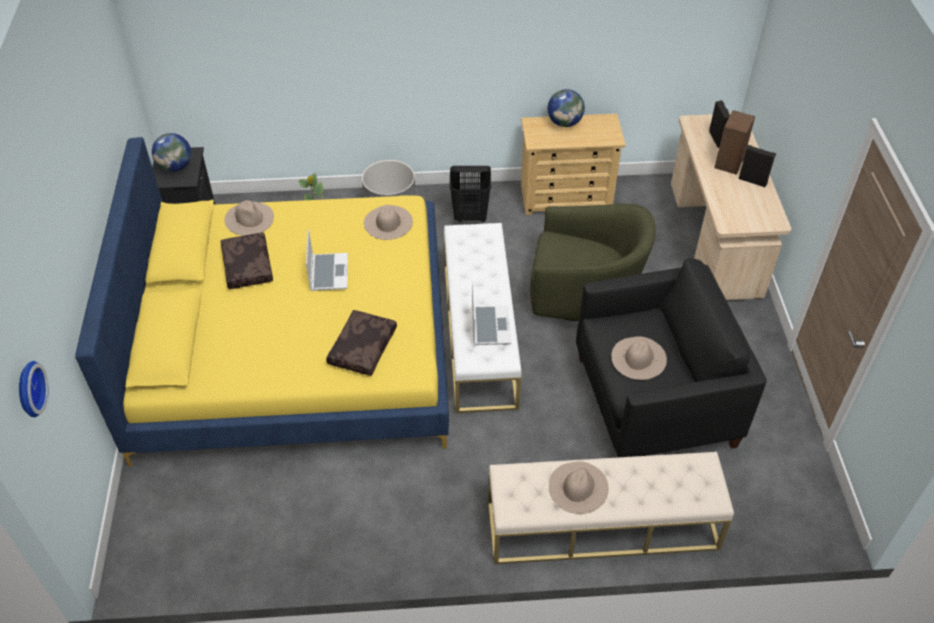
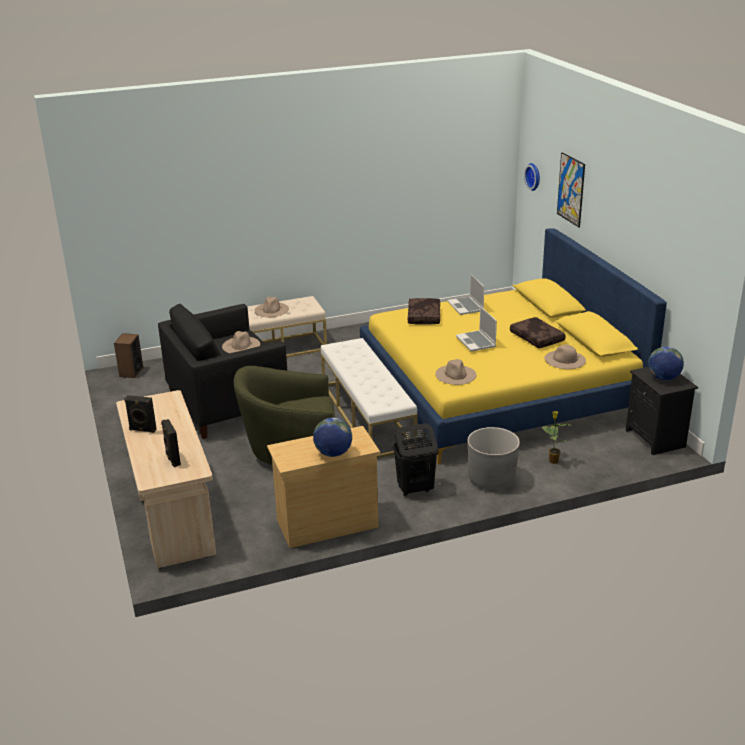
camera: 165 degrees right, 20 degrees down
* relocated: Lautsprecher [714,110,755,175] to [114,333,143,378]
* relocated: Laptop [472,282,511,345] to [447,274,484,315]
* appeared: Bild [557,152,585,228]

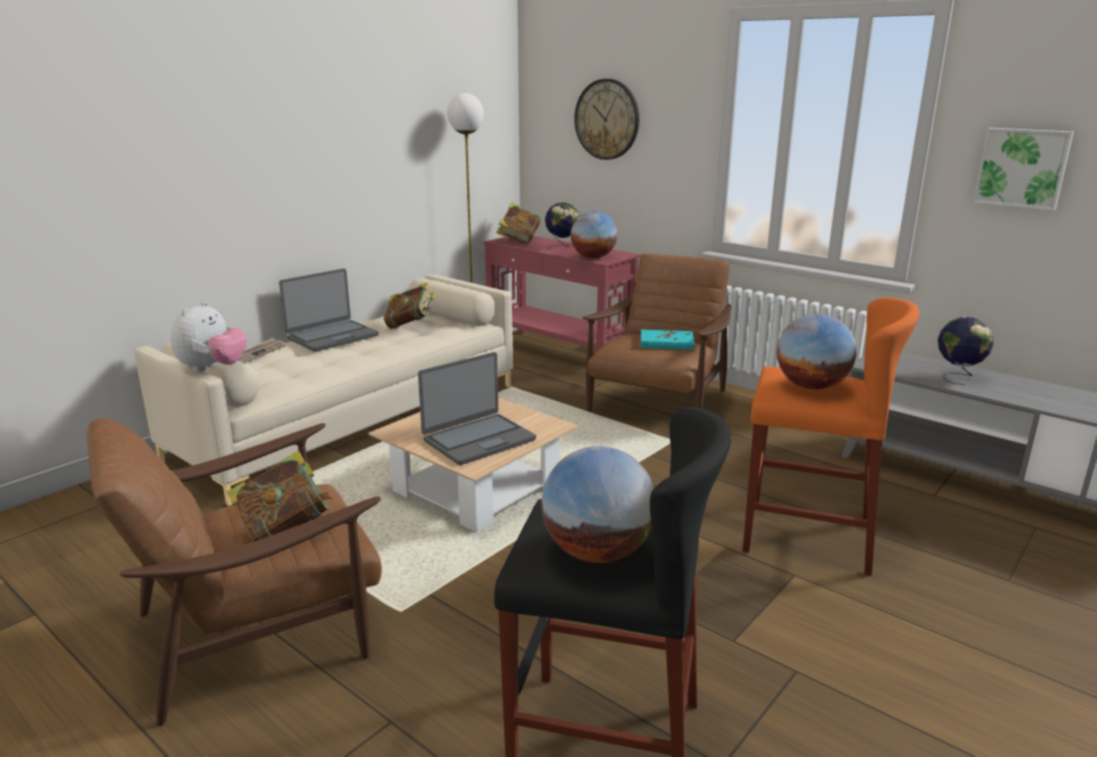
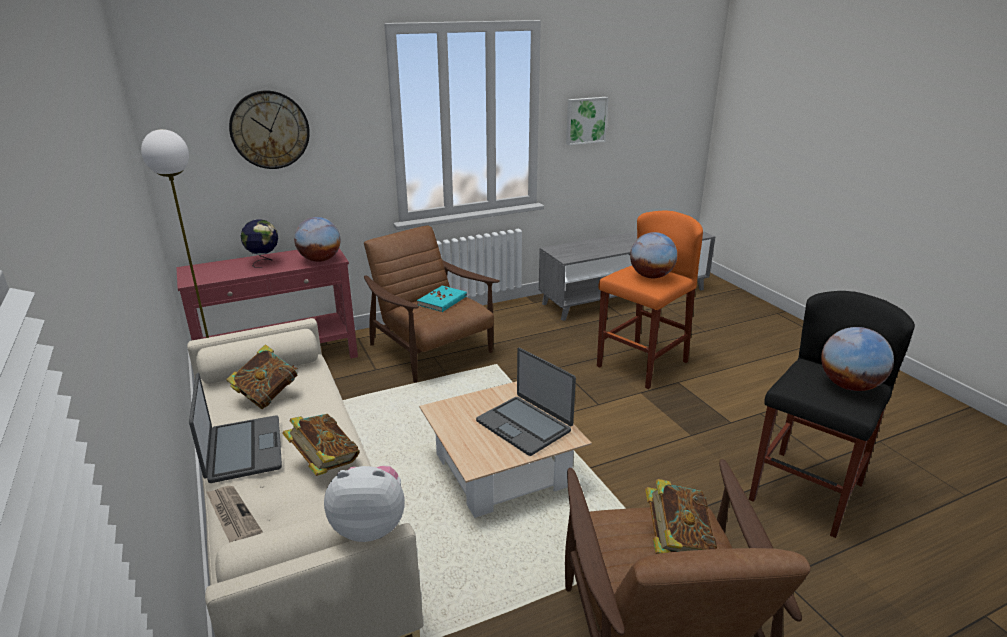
camera: 65 degrees left, 5 degrees up
* relocated: Buch [496,202,540,244] to [282,414,360,476]
* spun: Plüschtier [170,301,247,372] = [324,466,405,542] 45 degrees counterclockwise
* missing: Globus [938,317,993,385]
* spun: Laptop [418,352,536,465] = [476,348,576,456] 150 degrees clockwise

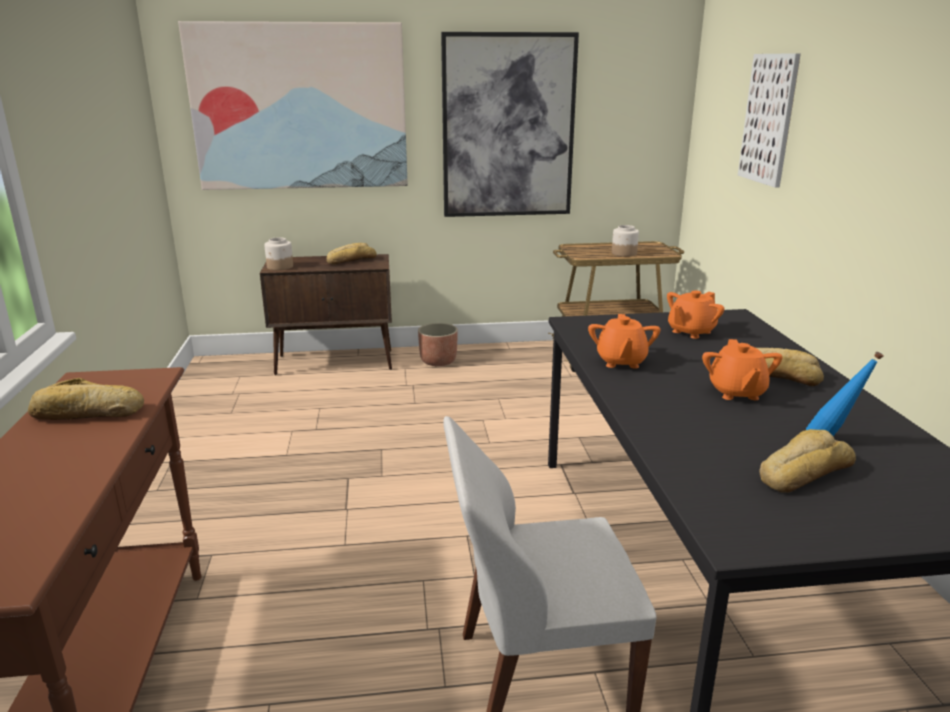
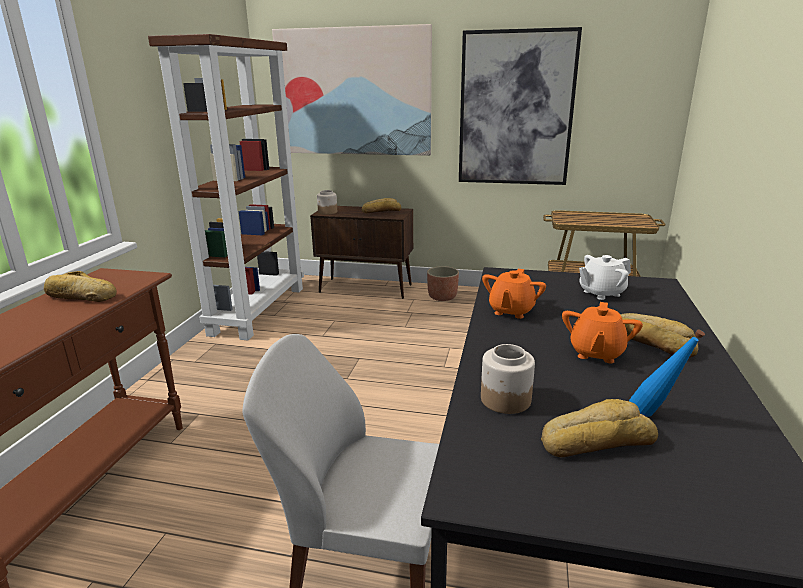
camera: 20 degrees right, 0 degrees up
* missing: Bild [738,53,801,188]
* relocated: Vorratsglas [612,225,639,257] to [481,344,535,414]
* colour: Teekanne/orange [667,290,724,339] to Teekanne/weiß [579,255,631,300]
* appeared: Bücherregal/braun [148,34,304,340]

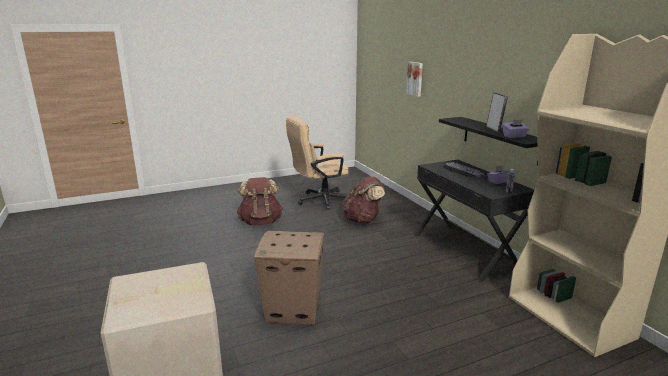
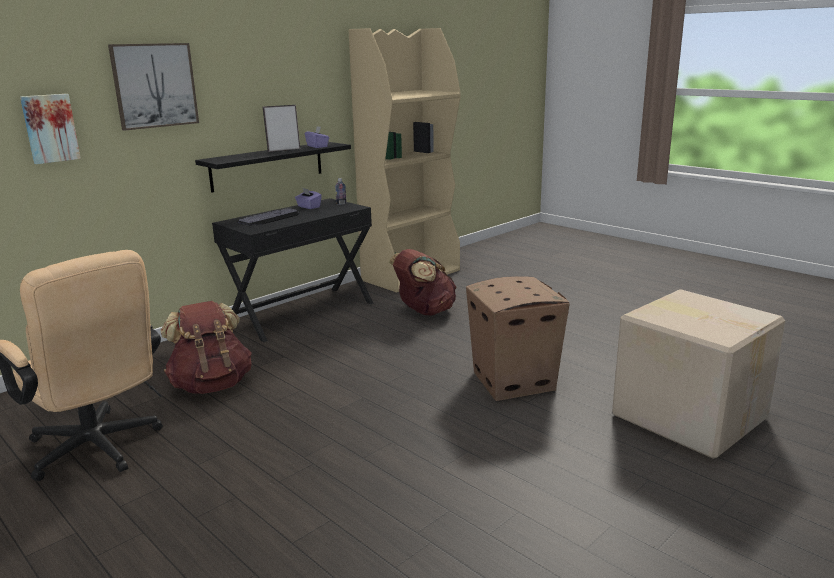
camera: 110 degrees left, 0 degrees up
* relocated: Rucksack/braun [237,177,283,225] to [389,249,457,315]
* appeared: Bild [108,43,199,131]

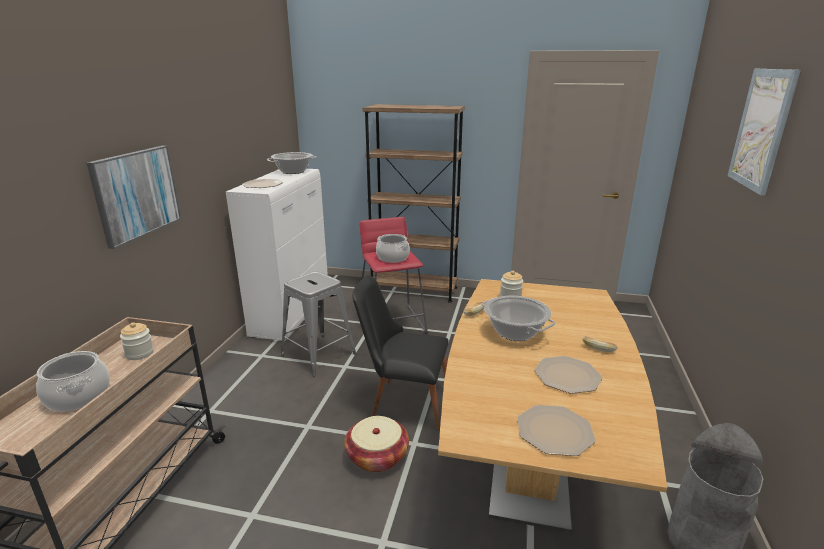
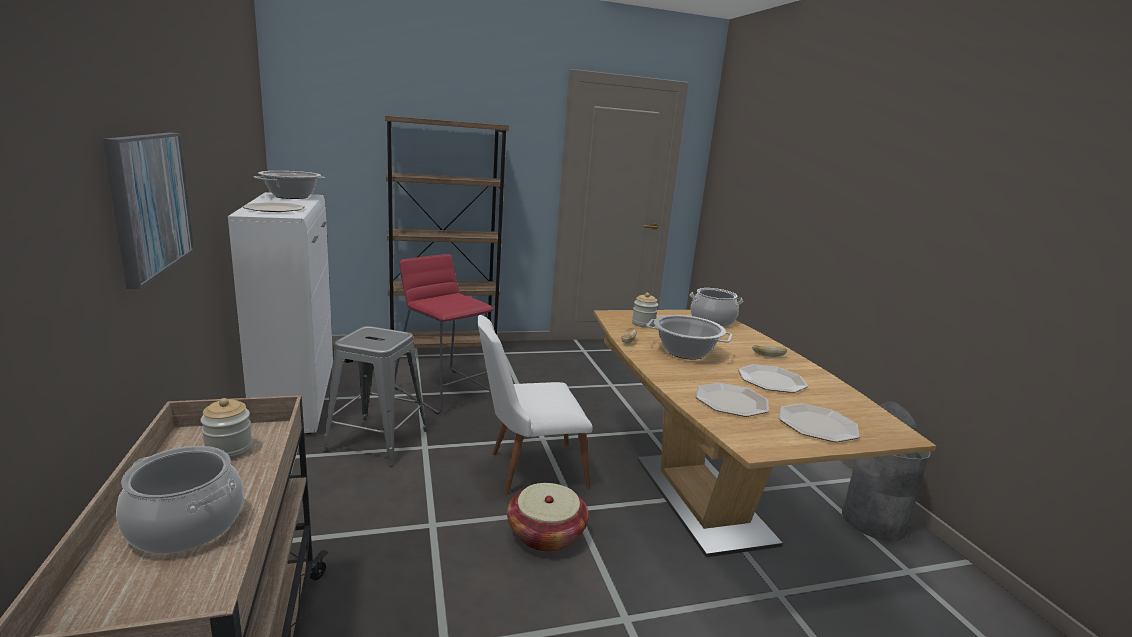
camera: 30 degrees left, 5 degrees down
* missing: Bild [728,69,801,196]
* relocated: Kochtopf [376,234,410,263] to [690,288,743,326]
* colour: Stuhl/schwarz [352,275,449,430] to Stuhl/weiß [478,315,593,495]
* appeared: Teller [696,383,769,417]

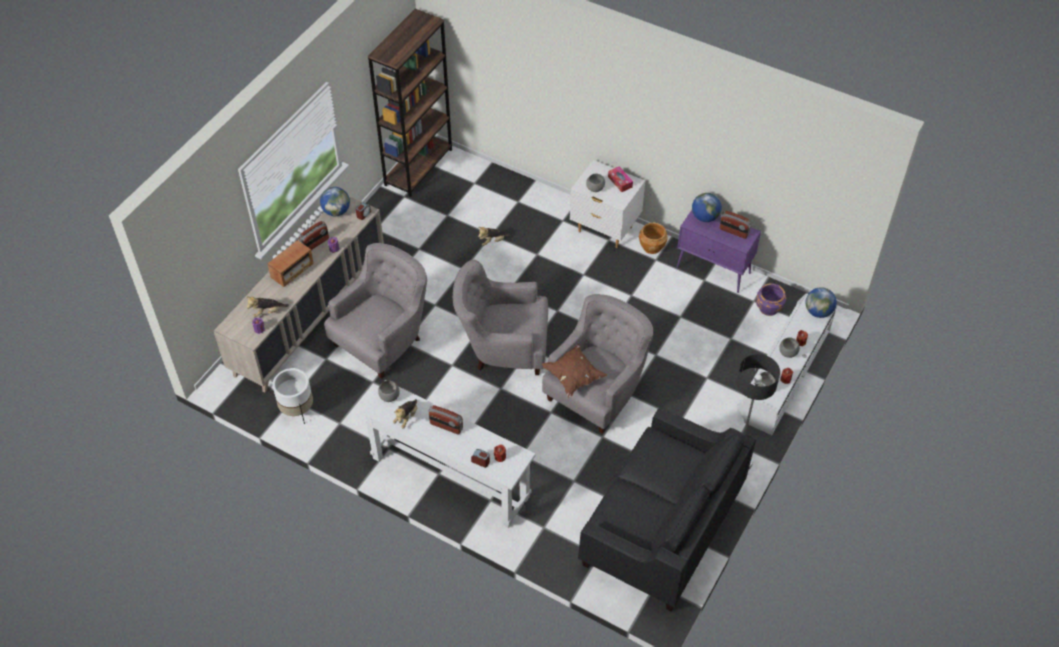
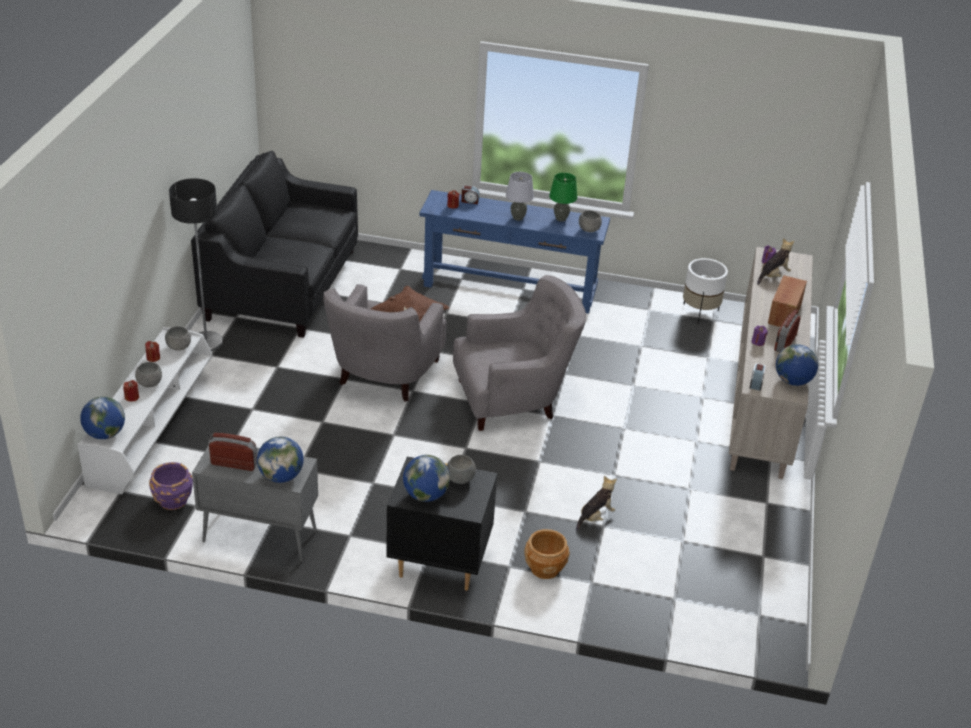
camera: 160 degrees right, 15 degrees down
* missing: Bücherregal/braun [368,9,452,197]
* colour: Nachttisch/weiß [570,160,645,248] to Nachttisch/schwarz [386,456,497,591]
* exchanged: Taschentuchbox [608,166,633,192] to Globus [403,455,450,502]
* colour: Schrank/lila [677,210,761,293] to Schrank/grau [192,445,318,562]
* relocated: Pflanzkübel/braun [639,223,668,254] to [524,529,570,579]
* missing: Sessel/grau [324,243,427,379]
* colour: Konsolentisch/weiß [360,380,536,528] to Konsolentisch/blau [420,190,610,314]
* exchanged: Plüschtier [393,399,417,429] to Tischlampe/grün [549,173,577,222]
* exchanged: Radio [429,405,463,435] to Tischlampe/grau [506,172,534,221]

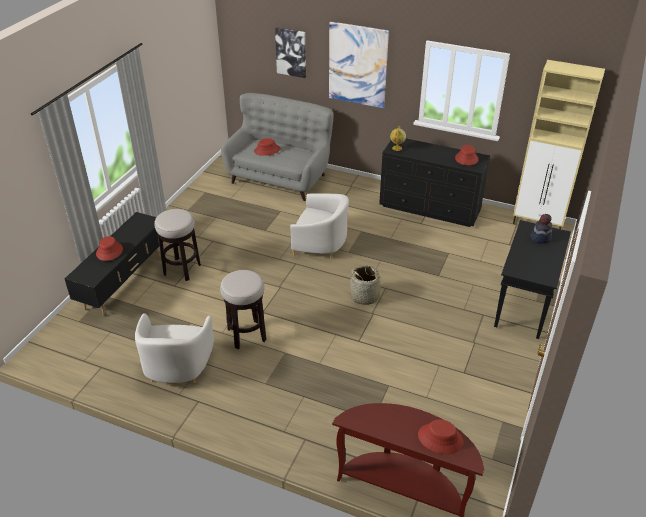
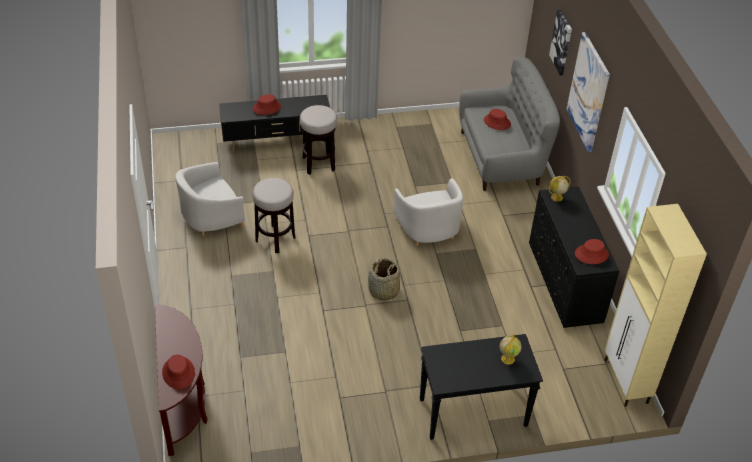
camera: 55 degrees right, 5 degrees up
* exchanged: Hut [530,214,552,244] to Globus [500,334,521,365]

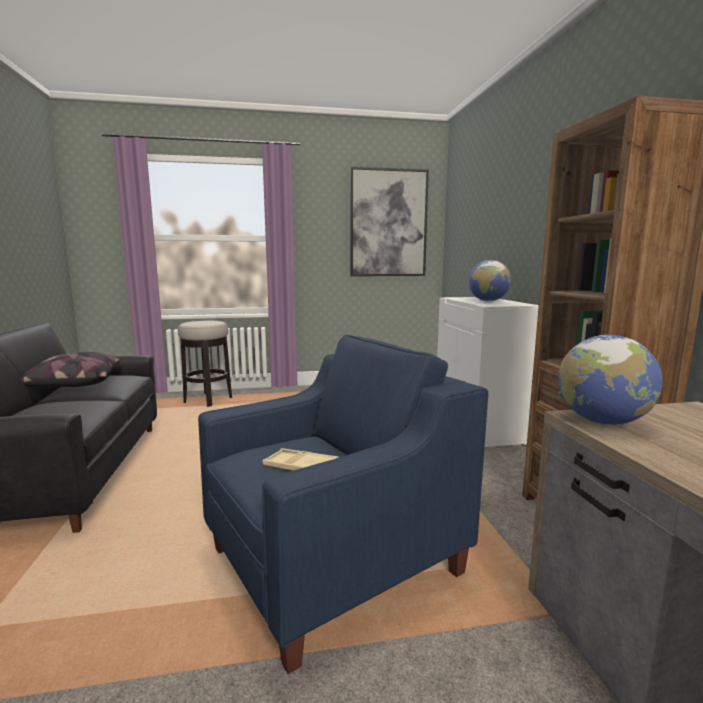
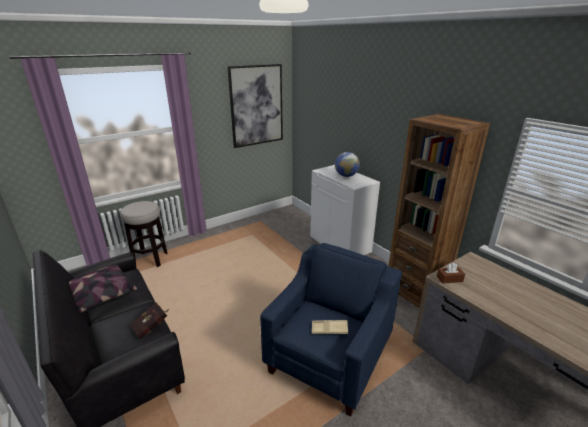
camera: 25 degrees left, 15 degrees up
* exchanged: Globus [559,335,663,425] to Taschentuchbox/braun [437,263,465,284]
* appeared: Buch/rot [130,303,170,339]

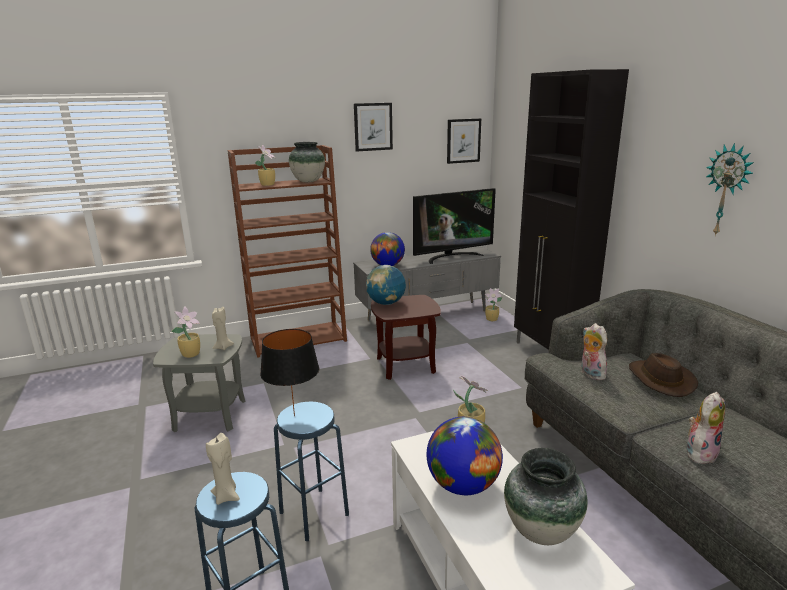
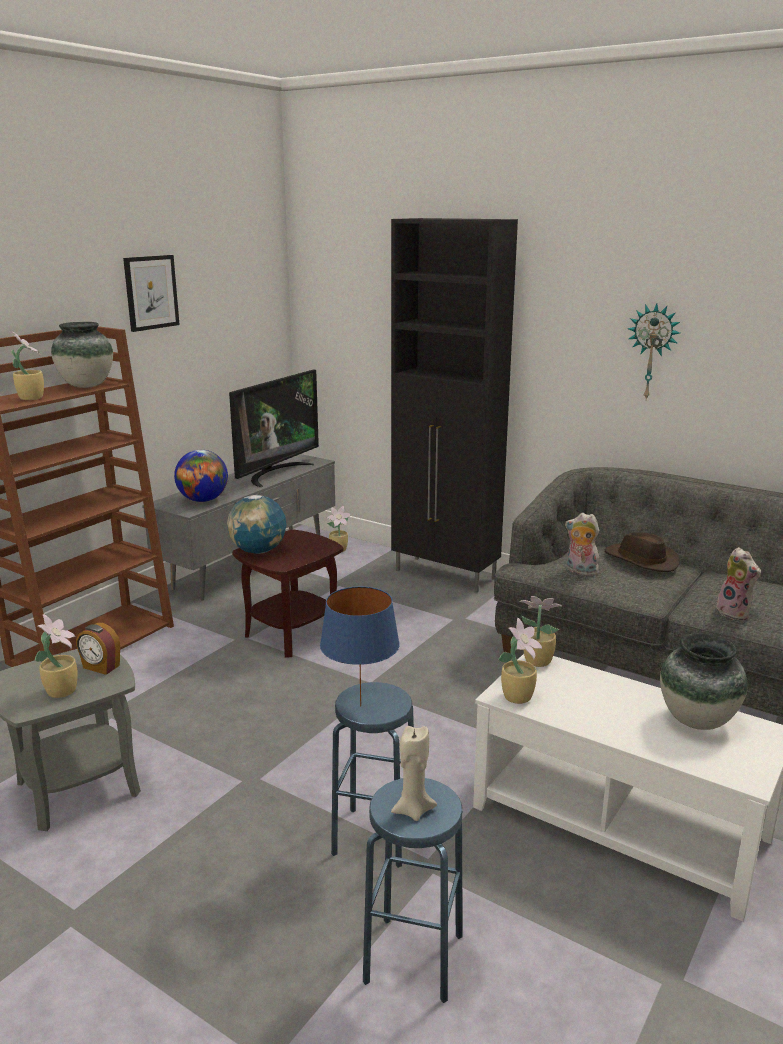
camera: 35 degrees left, 0 degrees up
* missing: Bild [447,118,481,164]
* exchanged: Kerze/beige [212,307,234,350] to Wecker [76,623,120,675]
* colour: Tischlampe/schwarz [260,329,319,416] to Tischlampe/blau [320,587,400,707]
* spun: Plüschtier [687,392,726,464] = [716,547,761,620] 135 degrees clockwise
* missing: Globus [427,417,503,495]
* appeared: Topfpflanze [498,617,542,704]

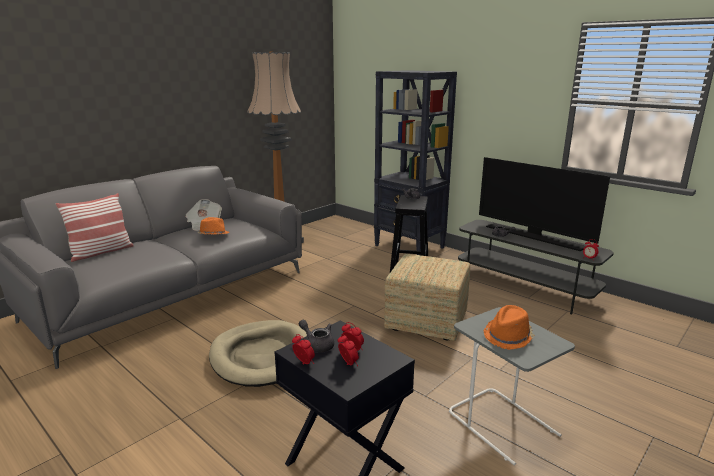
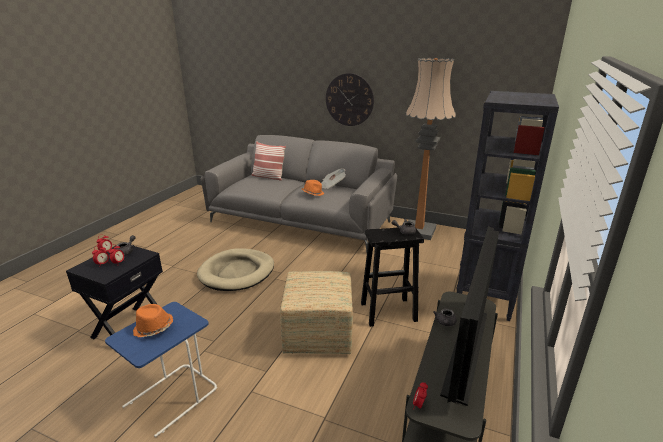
camera: 70 degrees right, 5 degrees up
* colour: Beistelltisch/grau [449,307,575,466] to Beistelltisch/blau [105,302,217,437]
* appeared: Wanduhr [326,73,374,126]

